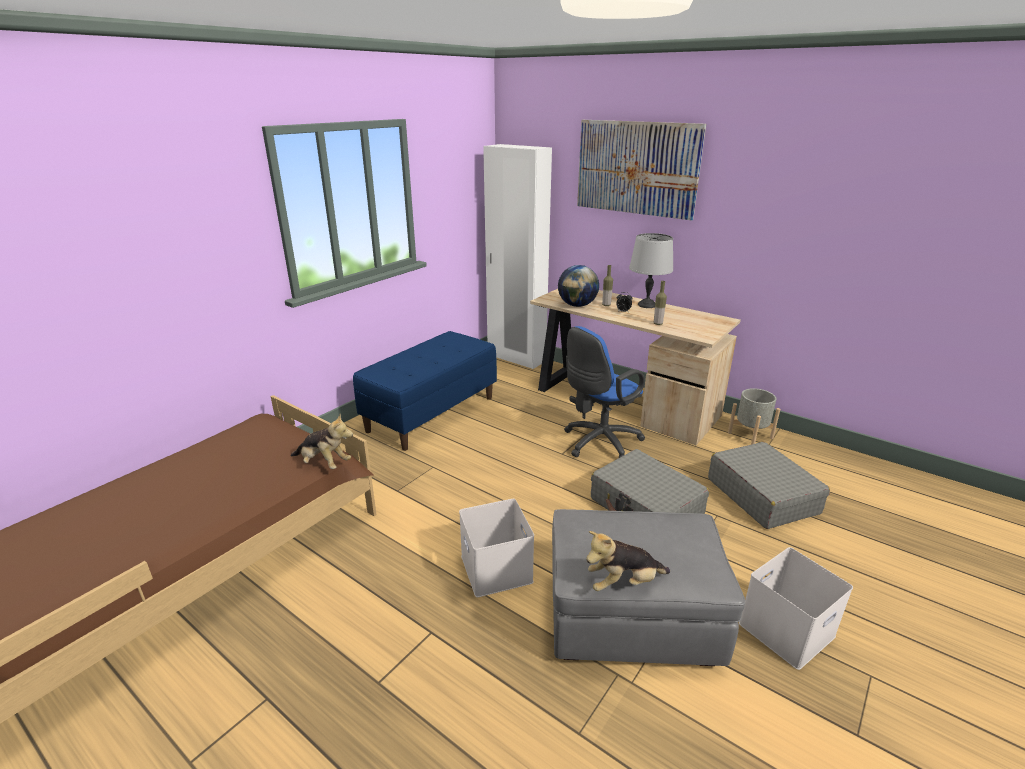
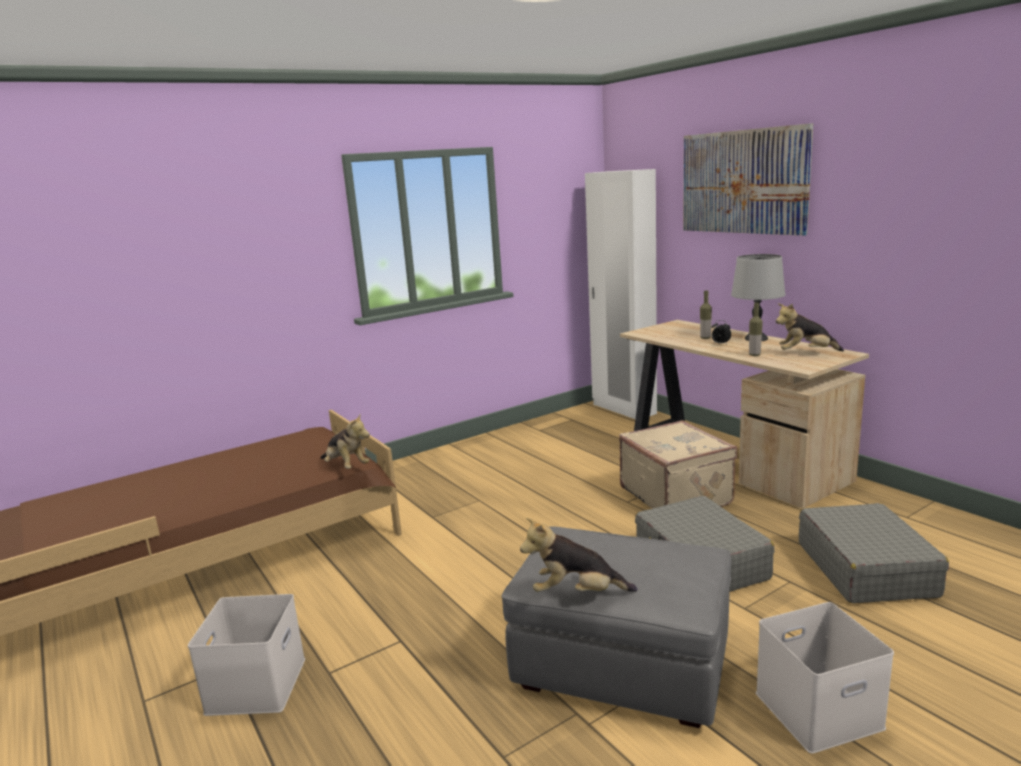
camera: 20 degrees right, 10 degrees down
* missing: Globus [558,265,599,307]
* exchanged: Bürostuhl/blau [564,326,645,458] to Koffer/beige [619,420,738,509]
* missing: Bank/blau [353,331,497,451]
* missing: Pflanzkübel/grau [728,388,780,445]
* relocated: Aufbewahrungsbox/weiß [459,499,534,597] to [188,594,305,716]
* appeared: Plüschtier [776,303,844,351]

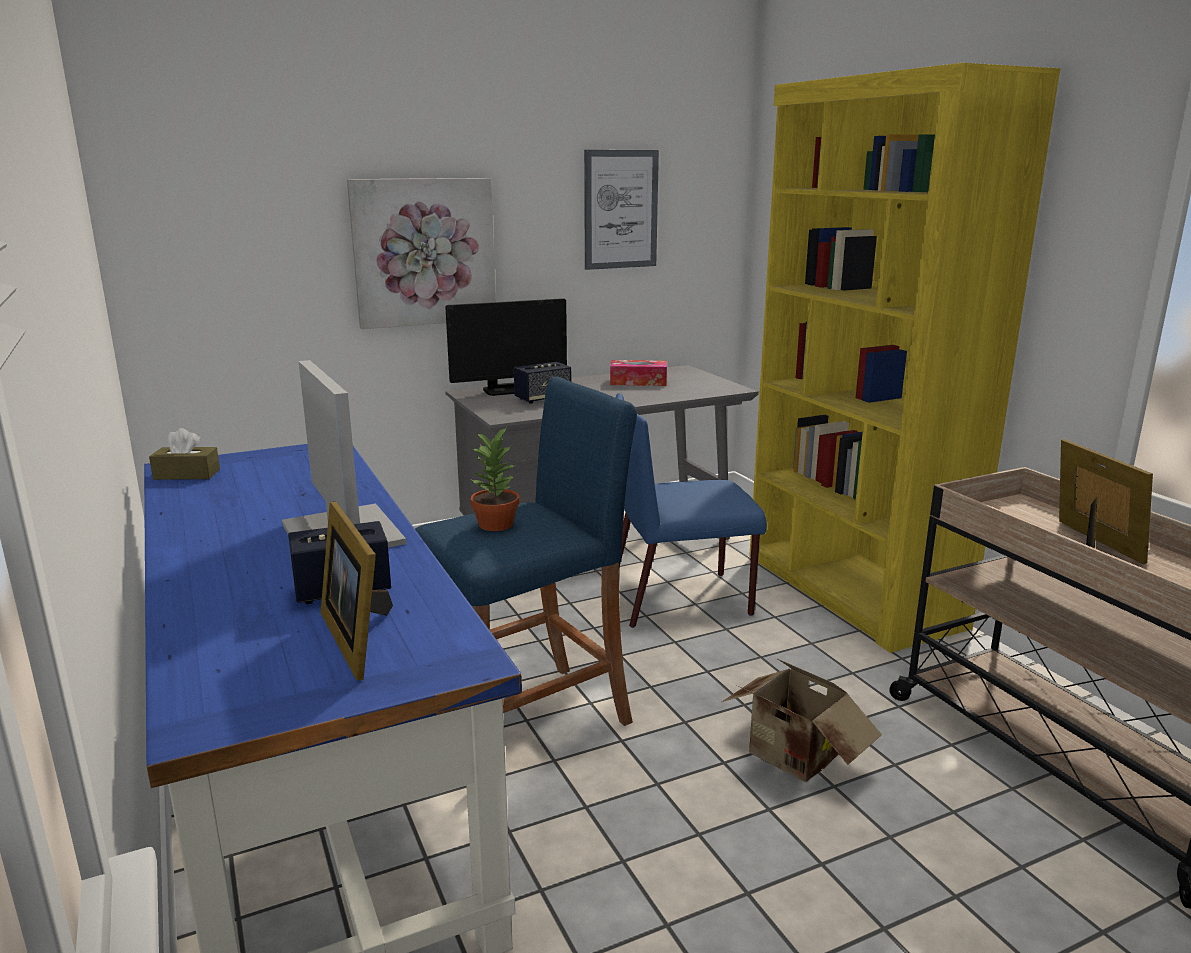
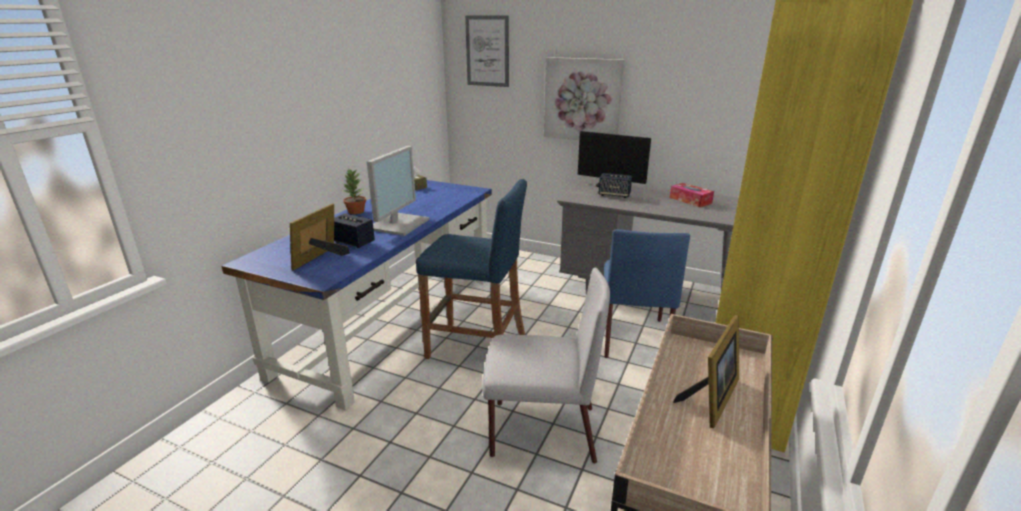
camera: 50 degrees right, 5 degrees up
* relocated: Bild [584,150,659,270] to [465,15,509,87]
* spun: Stuhl/blau [616,393,767,628] = [604,229,690,358] 120 degrees counterclockwise
* relocated: Topfpflanze [470,427,519,531] to [342,168,366,214]
* exchanged: Karton [722,658,882,782] to Stuhl/grau [482,267,610,464]

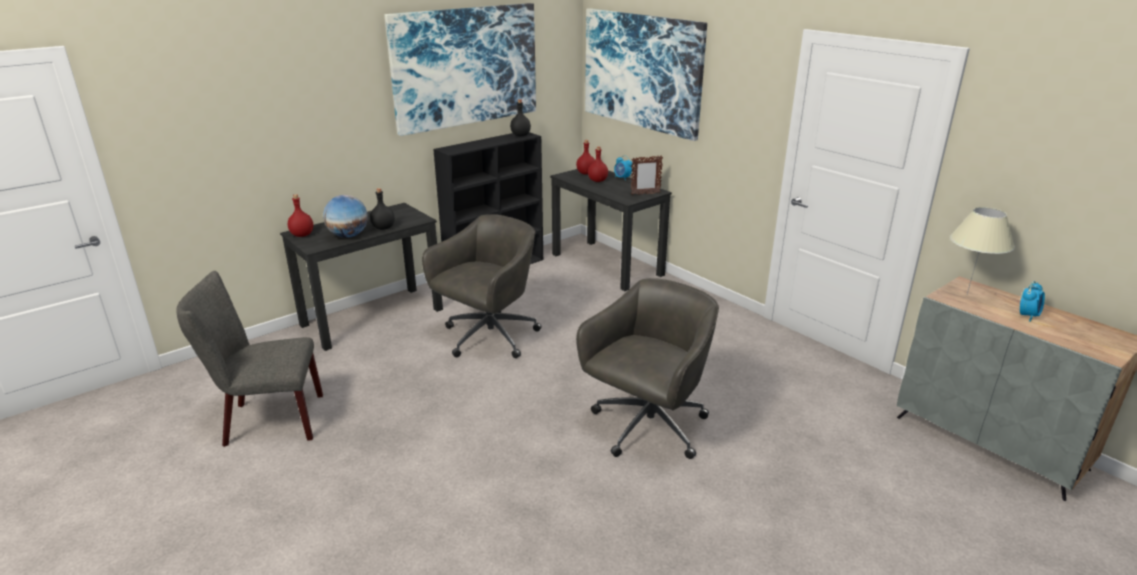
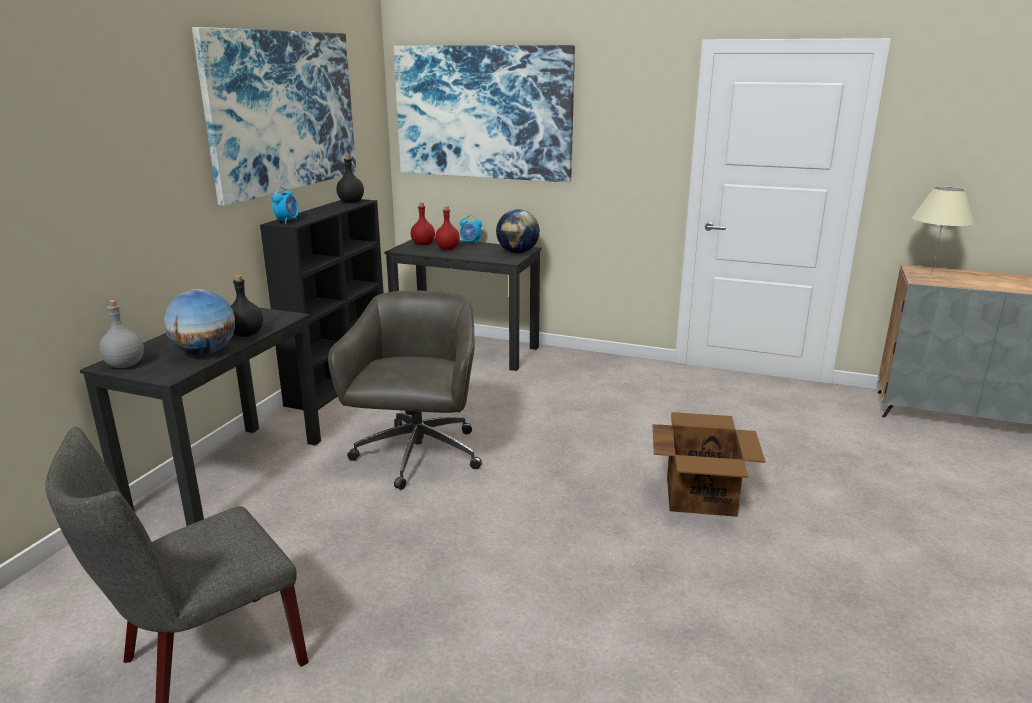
camera: 30 degrees left, 5 degrees down
* exchanged: Bilderrahmen [631,156,663,195] to Globus [496,209,540,253]
* colour: Flasche/rot [288,194,313,237] to Flasche/grau [99,300,144,368]
* exchanged: Bürostuhl/grau [576,278,719,459] to Karton [653,412,765,517]
* relocated: Wecker [1020,281,1045,322] to [272,186,299,224]

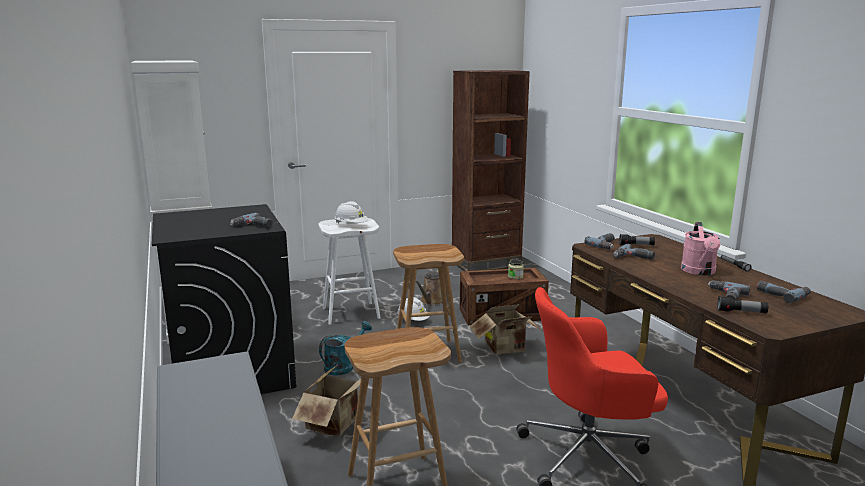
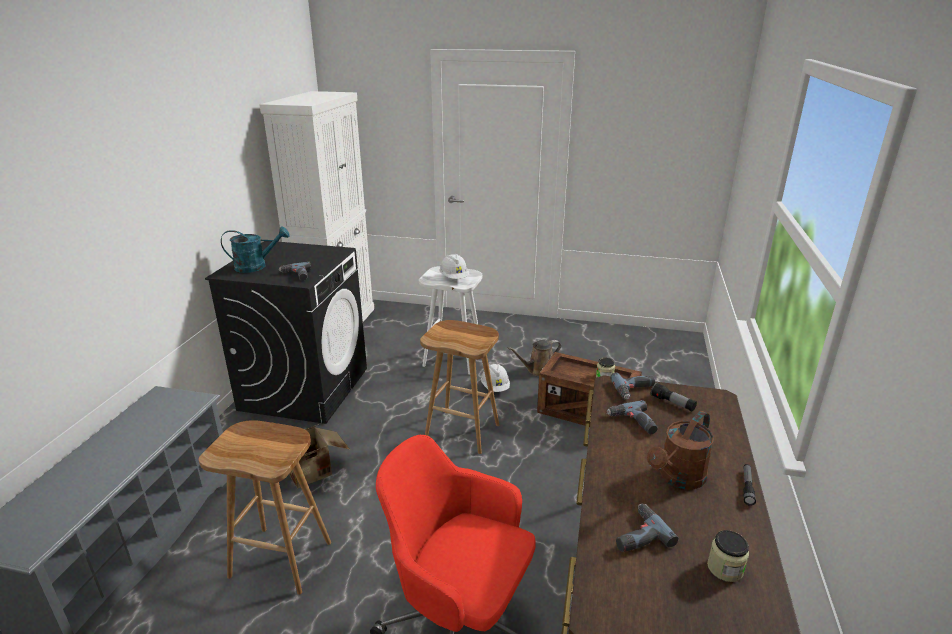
camera: 35 degrees right, 10 degrees up
* missing: Bücherregal/braun [452,70,530,271]
* colour: Gießkanne/rosa [681,222,721,275] to Gießkanne/braun [647,411,714,489]
* exchanged: Bohrmaschine [757,281,811,303] to Vorratsglas [707,530,749,582]
* missing: Taschenlampe [717,296,768,314]
* missing: Karton [469,304,542,355]
* relocated: Gießkanne/türkis [319,321,372,375] to [221,226,290,273]

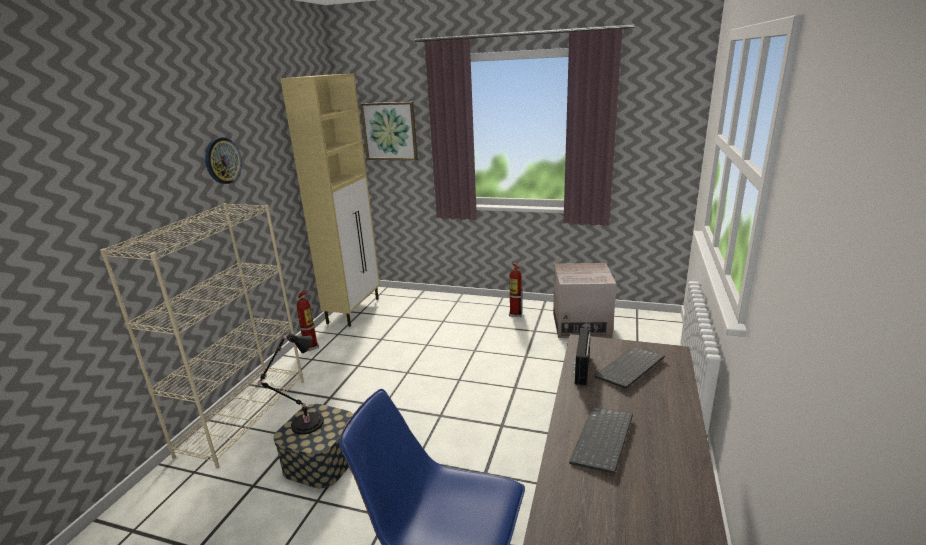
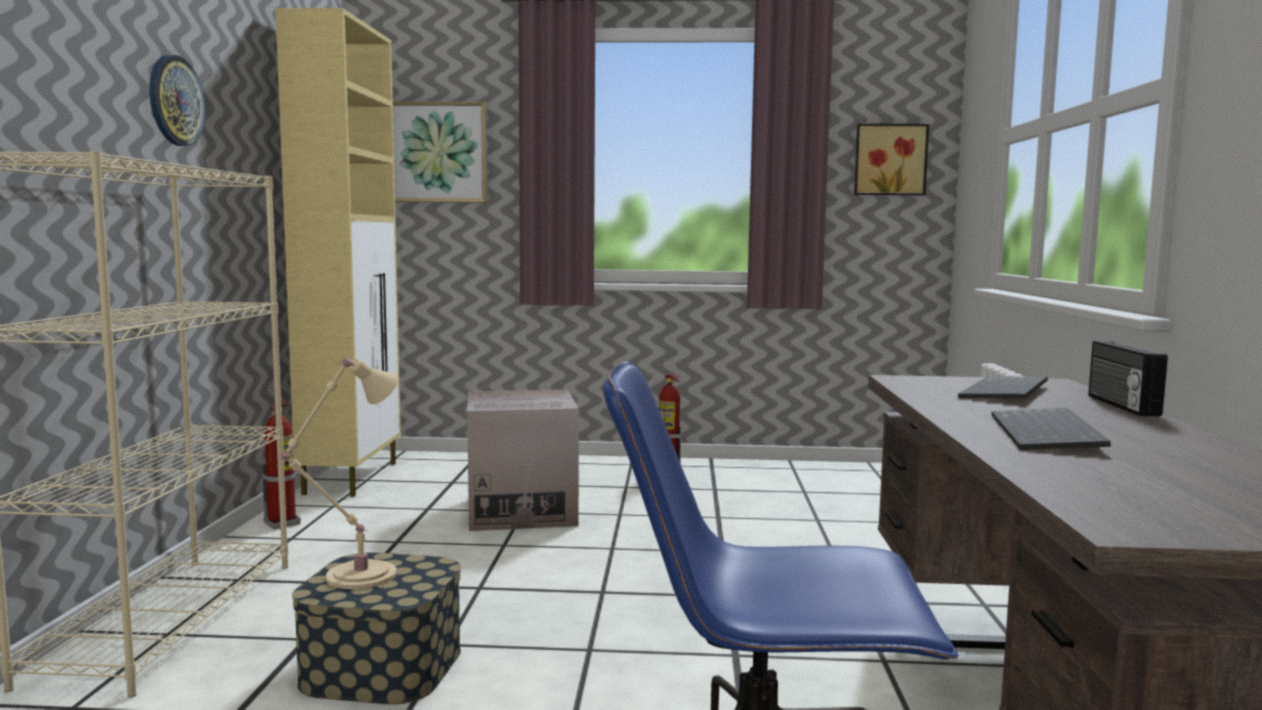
camera: 15 degrees left, 15 degrees down
* relocated: Karton [553,263,617,338] to [467,390,579,531]
* relocated: Radio [573,328,591,385] to [1088,341,1168,416]
* colour: Tischlampe/schwarz [257,334,324,435] to Tischlampe/beige [281,358,398,589]
* appeared: Bild [854,124,929,195]

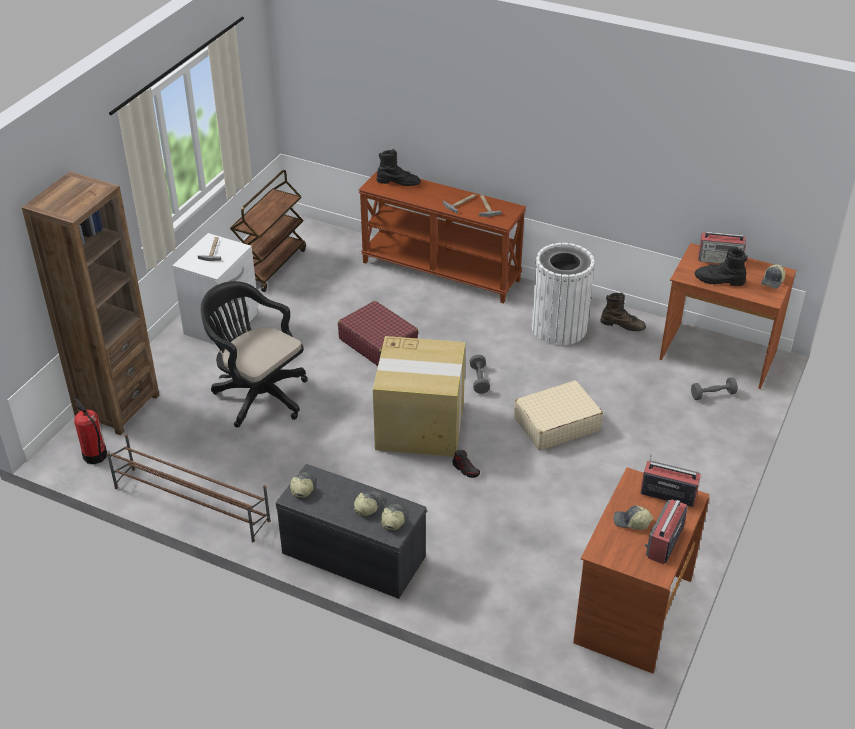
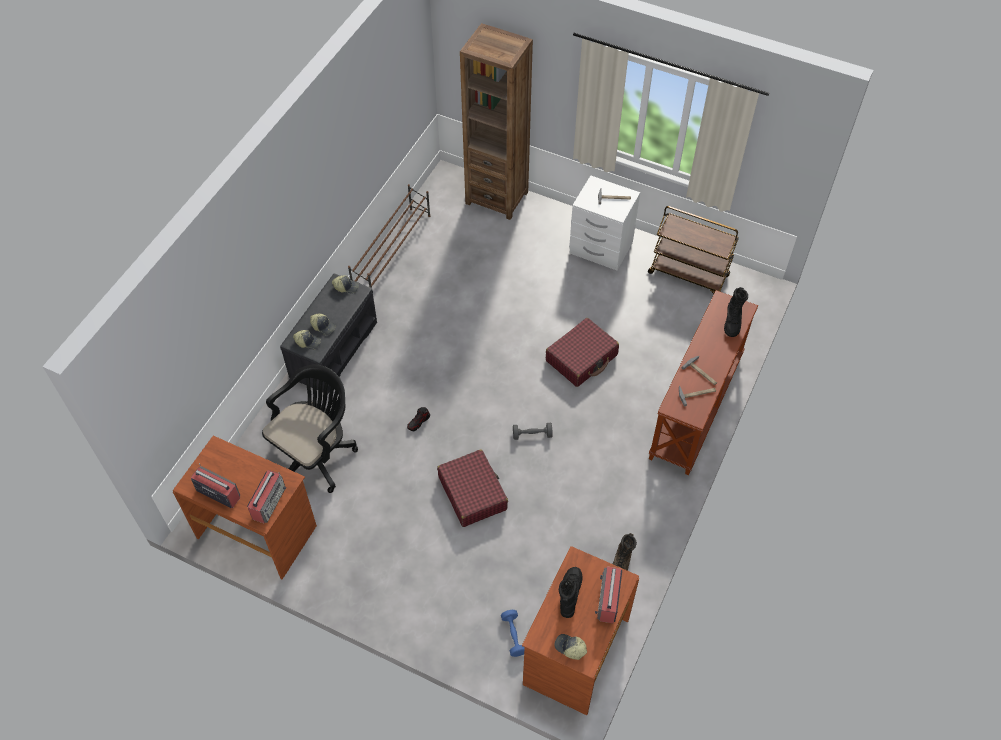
camera: 90 degrees right, 15 degrees up
* missing: Mülleimer/weiß [532,243,595,346]
* relocated: Bürostuhl/schwarz [200,281,308,428] to [262,365,358,493]
* missing: Karton [373,336,465,457]
* colour: Hantel/grau [691,377,738,400] to Hantel/blau [501,610,525,657]
* colour: Koffer/beige [514,380,603,450] to Koffer/rot [437,450,508,527]
* missing: Feuerlöscher [74,398,107,464]
* missing: Kappe [613,505,653,530]

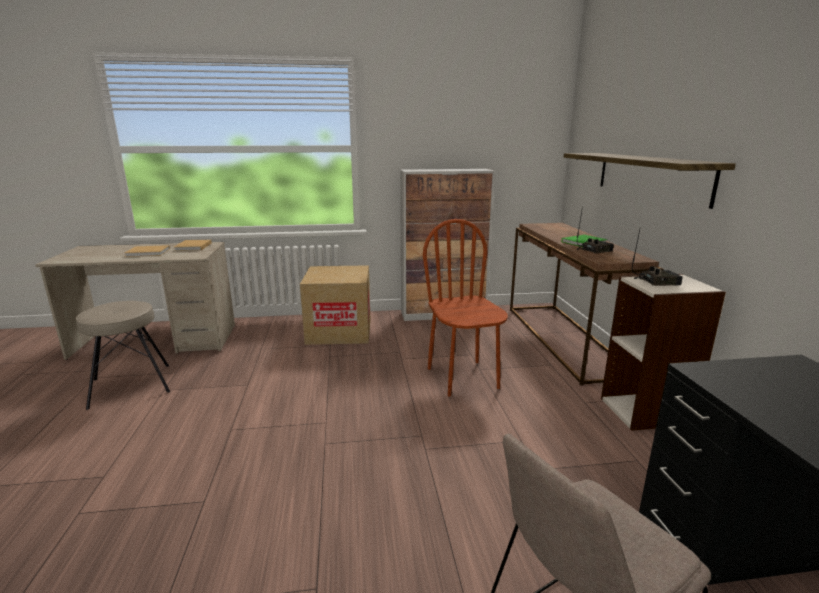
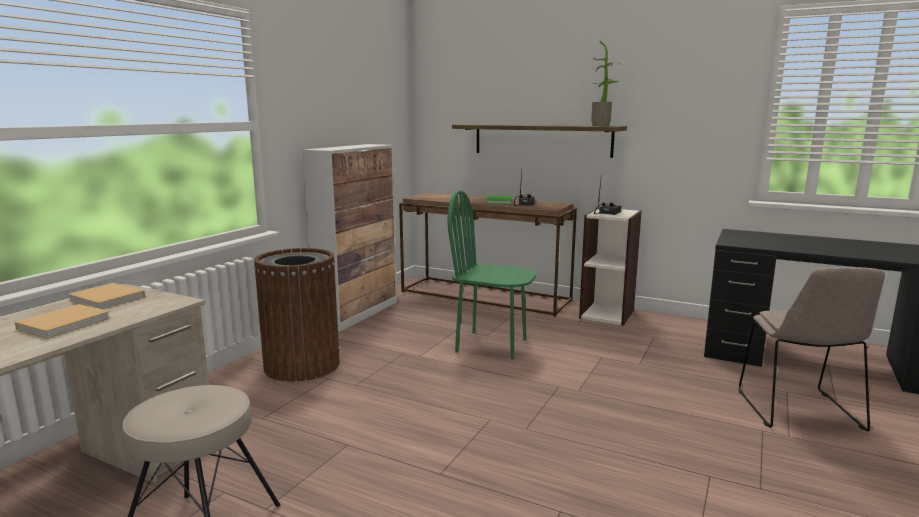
camera: 55 degrees left, 5 degrees down
* colour: Stuhl/braun [423,219,508,397] to Stuhl/grün [448,190,536,359]
* exchanged: Karton [300,265,370,345] to Mülleimer/braun [254,248,340,382]
* appeared: Topfpflanze [583,40,626,126]

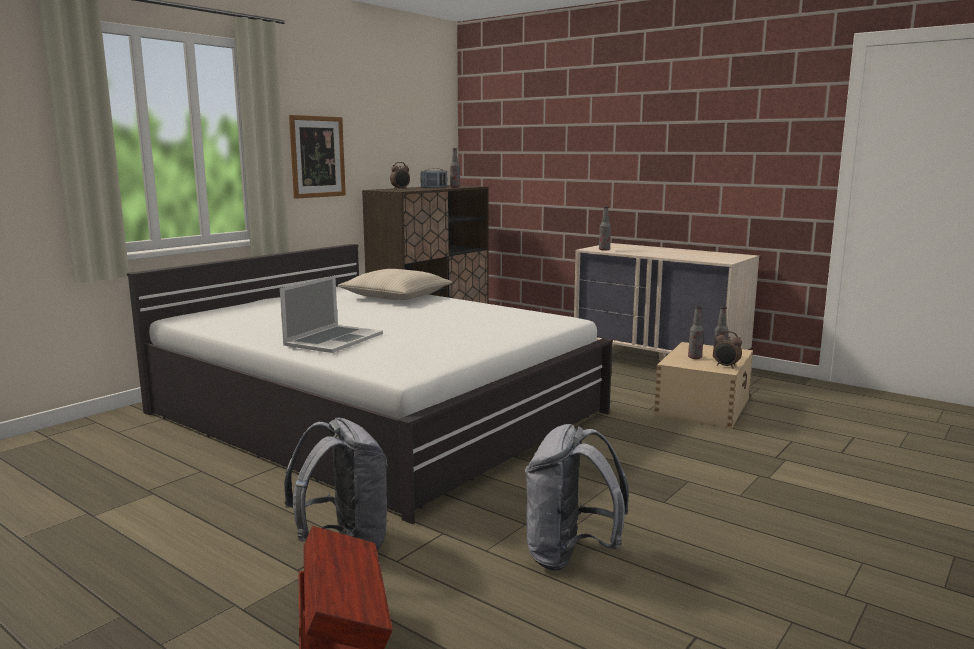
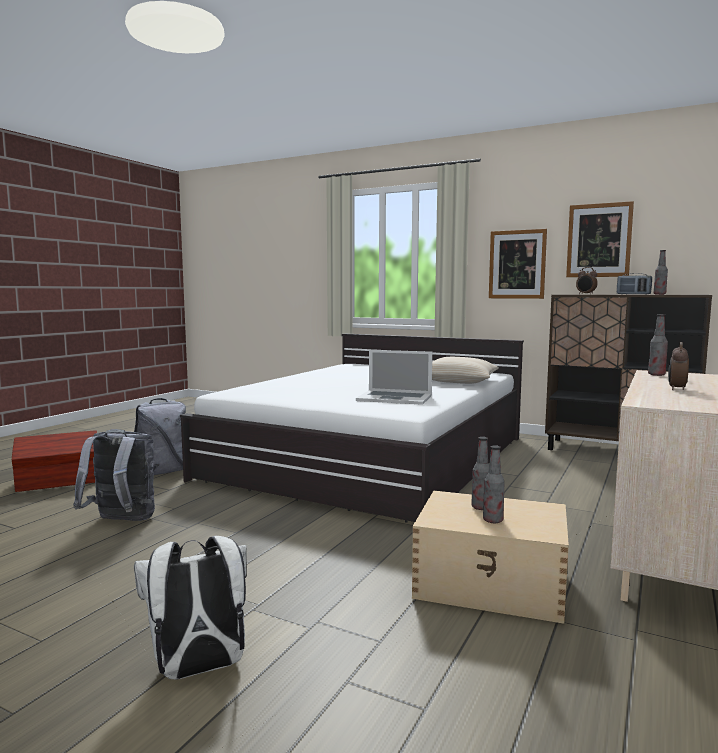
camera: 80 degrees right, 5 degrees down
* relocated: Laptop [280,275,383,353] to [356,350,432,405]
* relocated: Wecker [713,331,742,369] to [668,342,689,390]
* appeared: Bild [566,201,634,277]
* appeared: Rucksack/weiß [134,536,247,680]

